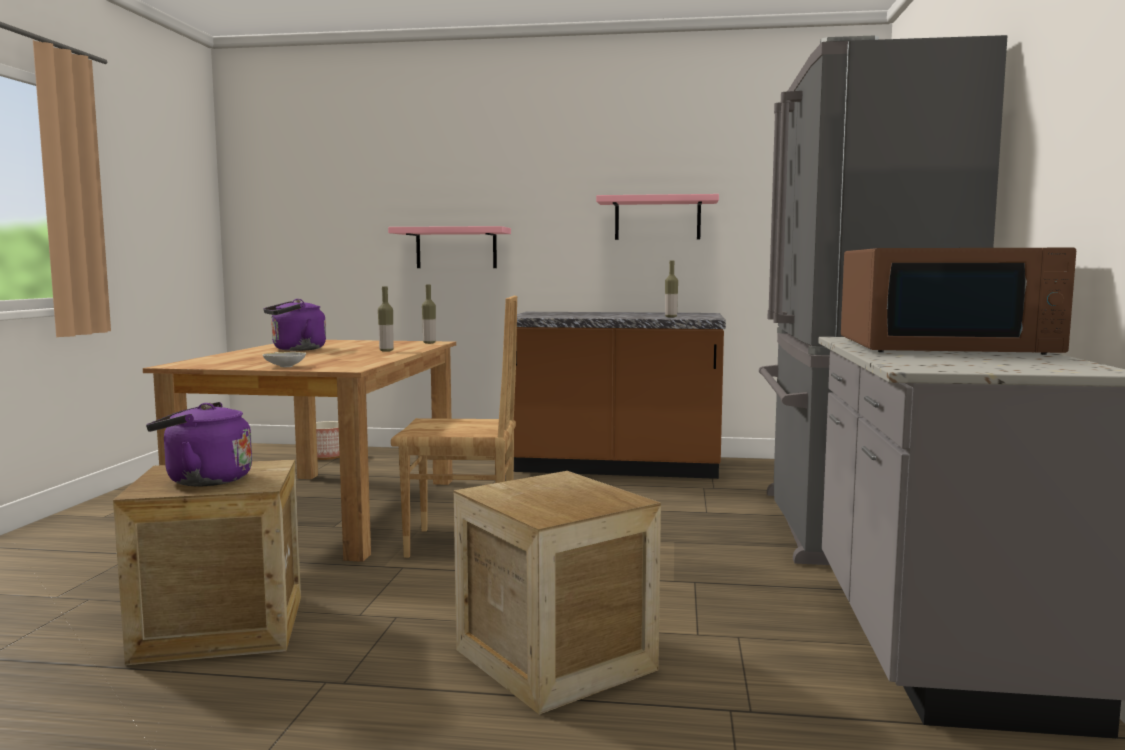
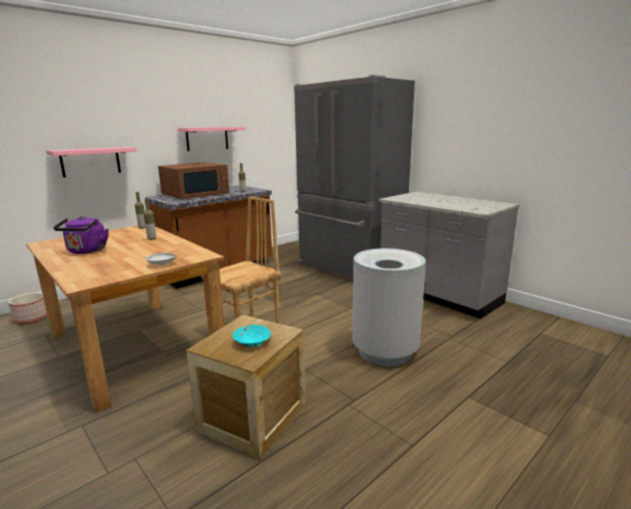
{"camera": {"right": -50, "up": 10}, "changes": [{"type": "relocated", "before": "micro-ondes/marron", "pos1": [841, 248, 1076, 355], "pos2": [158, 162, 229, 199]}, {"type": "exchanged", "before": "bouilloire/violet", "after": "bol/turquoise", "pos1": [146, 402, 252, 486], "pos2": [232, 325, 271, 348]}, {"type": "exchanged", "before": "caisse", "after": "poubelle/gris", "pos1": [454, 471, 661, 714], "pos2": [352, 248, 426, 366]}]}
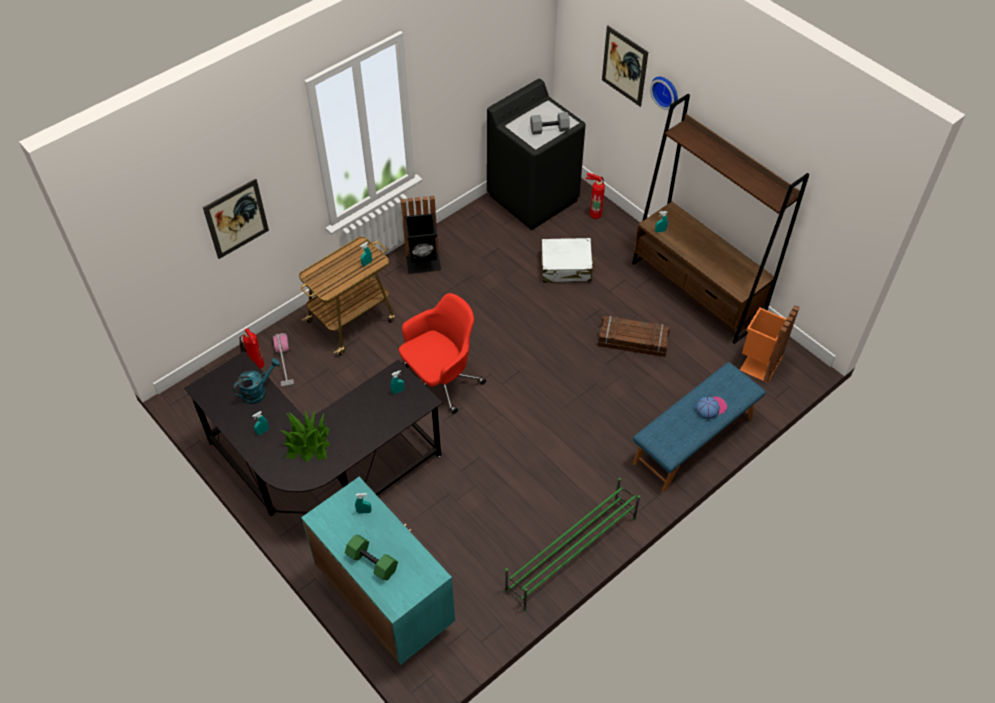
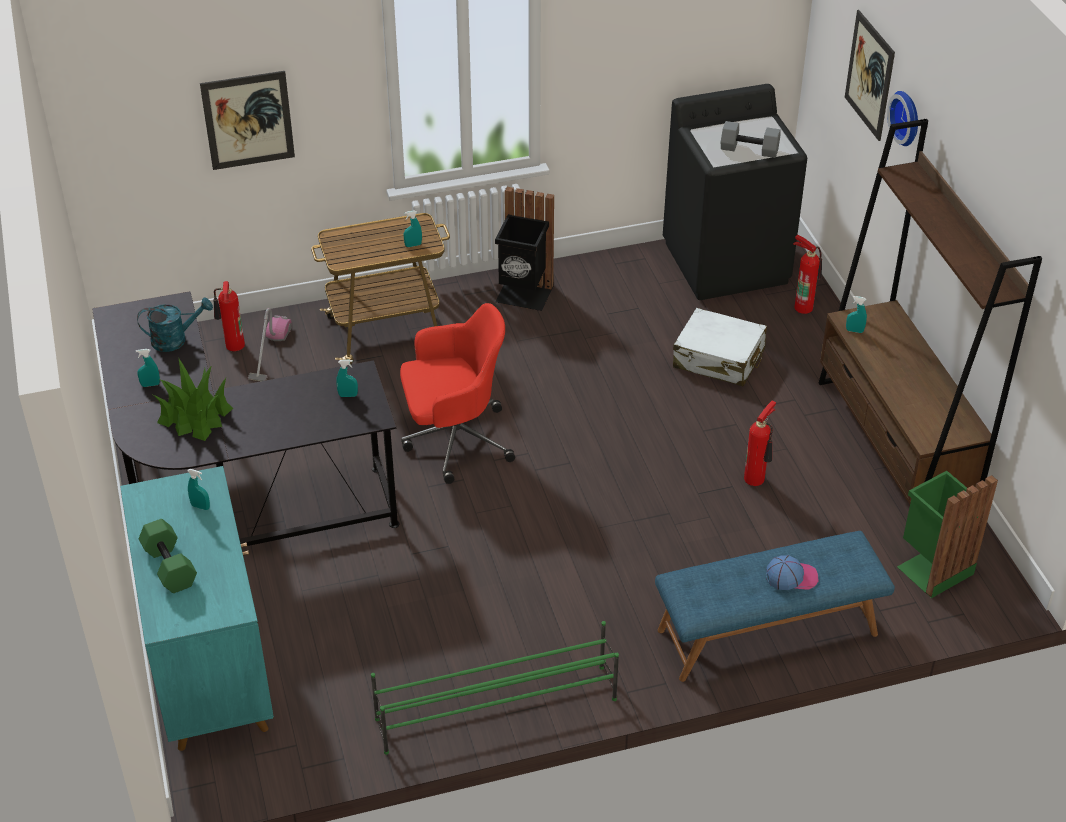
{"camera": {"right": 25, "up": -10}, "changes": [{"type": "exchanged", "before": "caisse", "after": "extincteur", "pos1": [598, 316, 670, 357], "pos2": [744, 401, 776, 486]}, {"type": "colour", "before": "poubelle/orange", "after": "poubelle/vert", "pos1": [740, 305, 800, 383], "pos2": [897, 471, 998, 598]}]}
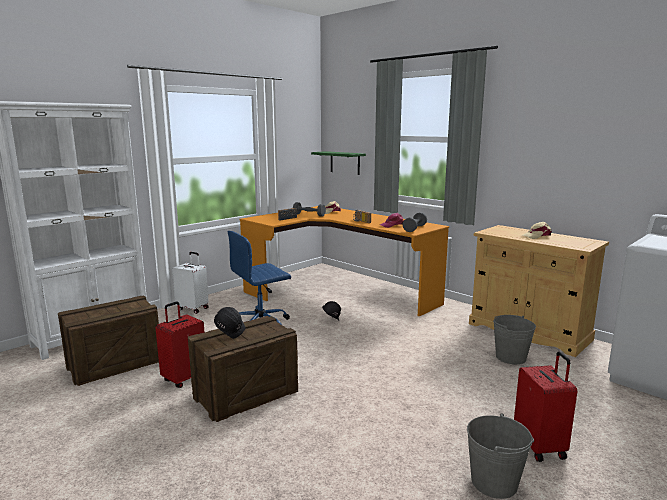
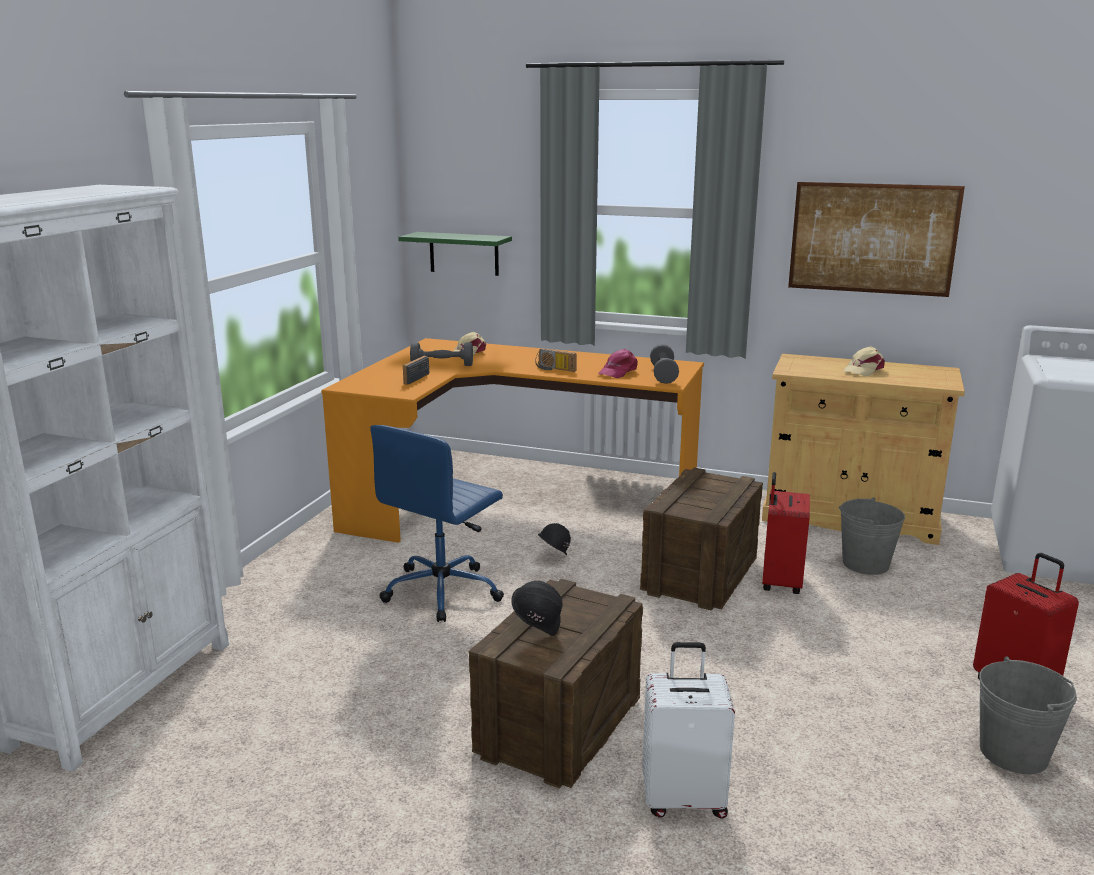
{"camera": {"right": -25, "up": 5}, "changes": [{"type": "relocated", "before": "caisse", "pos1": [58, 295, 159, 386], "pos2": [640, 468, 763, 611]}, {"type": "relocated", "before": "valise/blanc", "pos1": [172, 252, 209, 314], "pos2": [642, 642, 735, 818]}, {"type": "relocated", "before": "valise/rouge", "pos1": [156, 301, 204, 388], "pos2": [762, 472, 810, 594]}, {"type": "appeared", "after": "tableau", "pos2": [788, 182, 965, 297]}]}
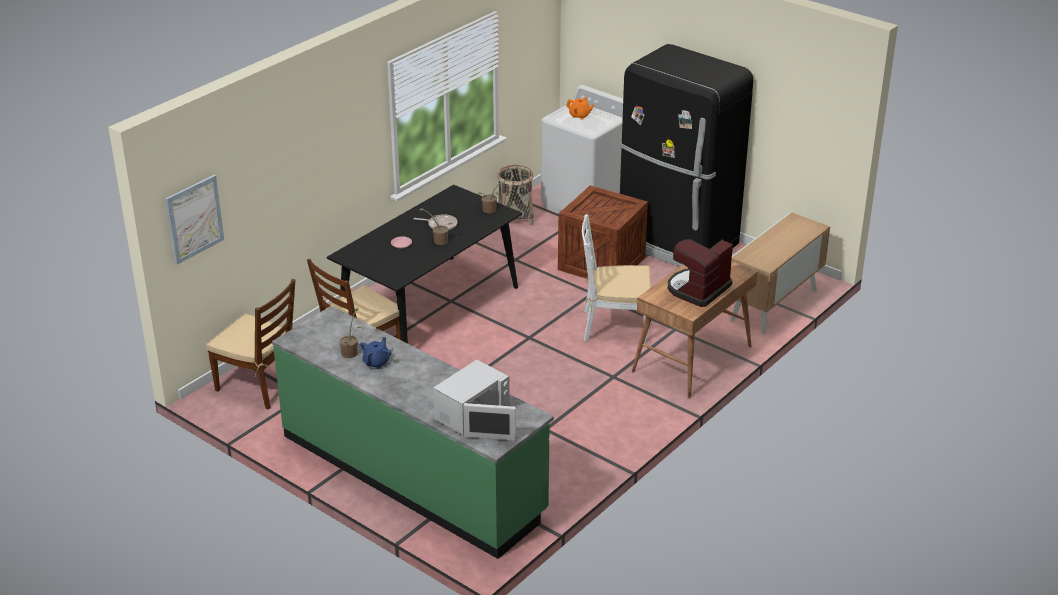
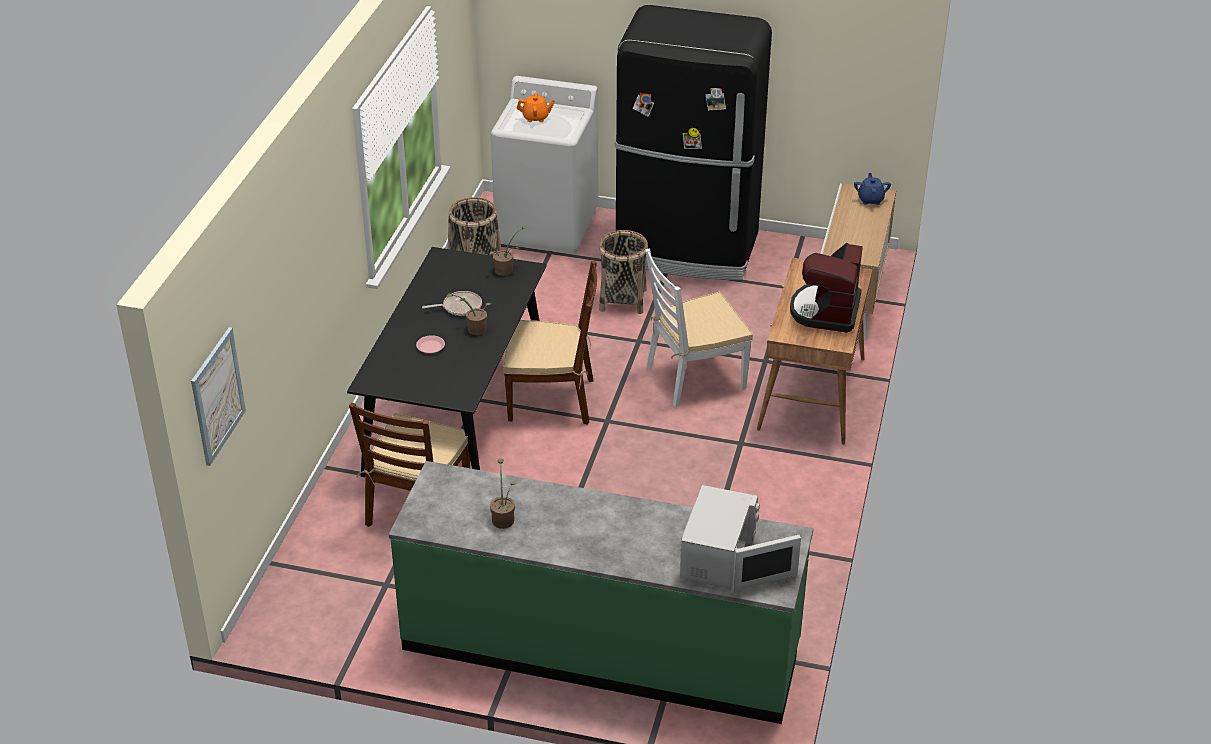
{"camera": {"right": -25, "up": 5}, "changes": [{"type": "relocated", "before": "chaise/marron", "pos1": [206, 279, 295, 410], "pos2": [503, 261, 597, 425]}, {"type": "exchanged", "before": "caisse", "after": "panier", "pos1": [558, 186, 648, 279], "pos2": [599, 230, 648, 314]}, {"type": "relocated", "before": "théière/bleu", "pos1": [360, 337, 391, 369], "pos2": [854, 173, 891, 205]}]}
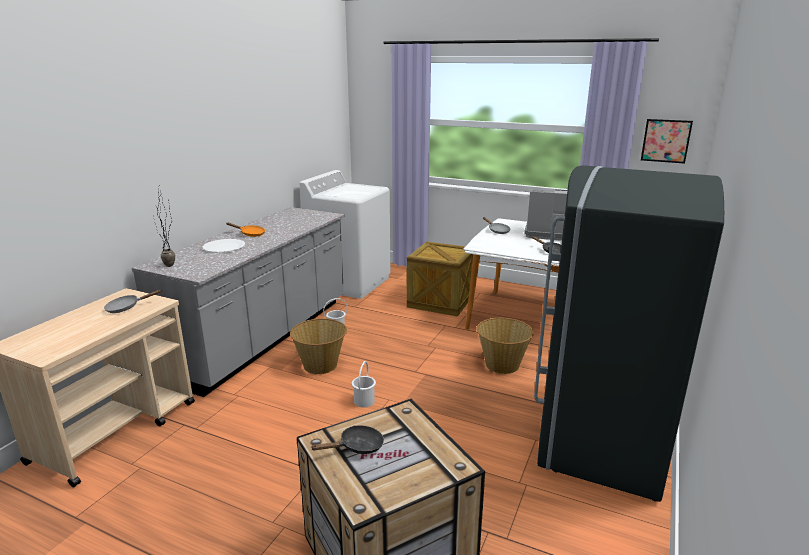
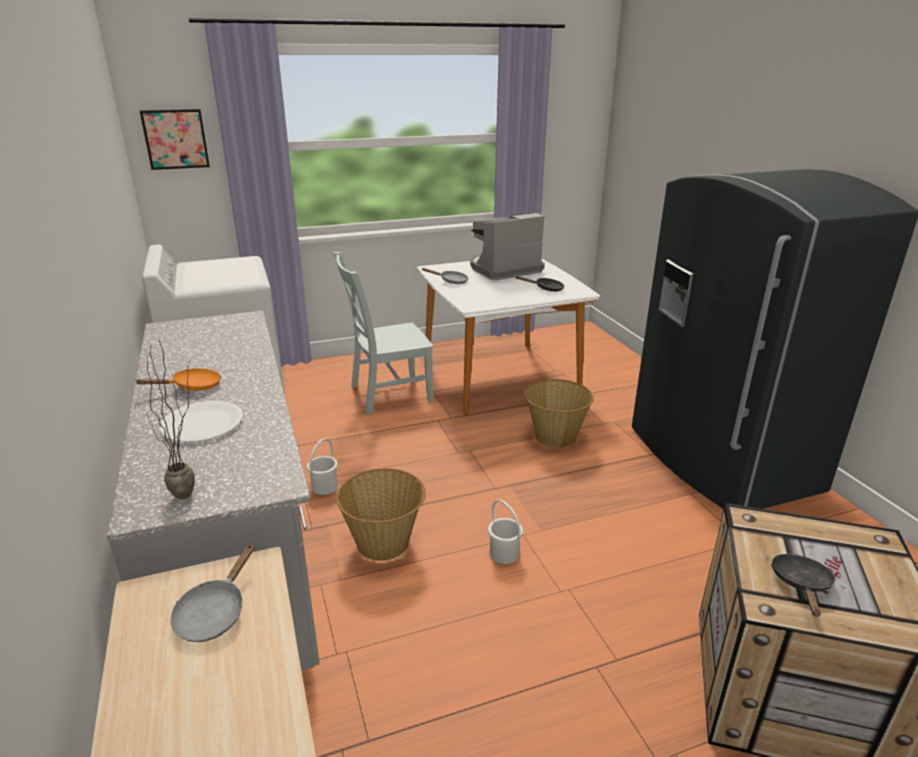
{"camera": {"right": -45, "up": 5}, "changes": [{"type": "relocated", "before": "tableau", "pos1": [641, 119, 693, 163], "pos2": [140, 109, 210, 170]}, {"type": "exchanged", "before": "caisse", "after": "chaise/gris", "pos1": [407, 241, 473, 317], "pos2": [334, 252, 433, 415]}]}
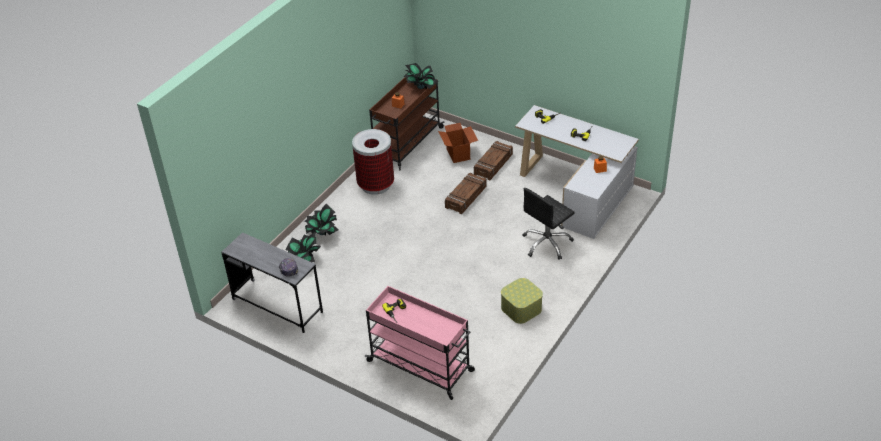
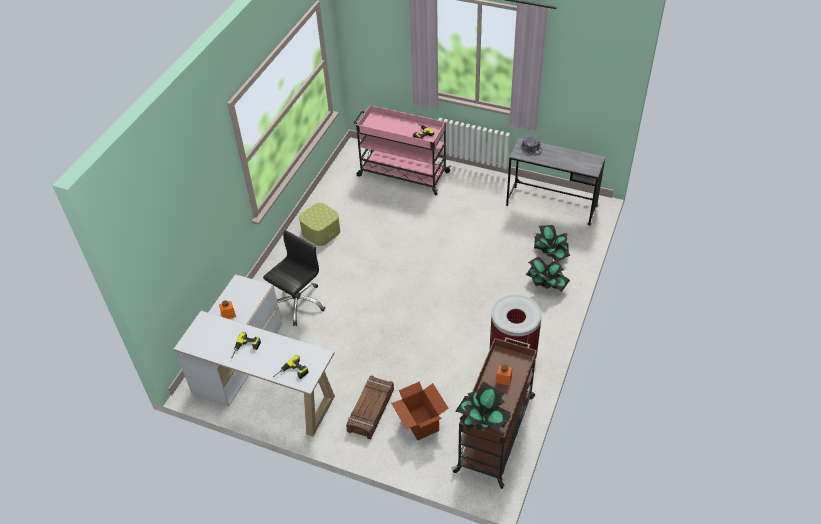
{"camera": {"right": 170, "up": 5}, "changes": [{"type": "missing", "before": "caisse", "pos1": [445, 173, 486, 214]}]}
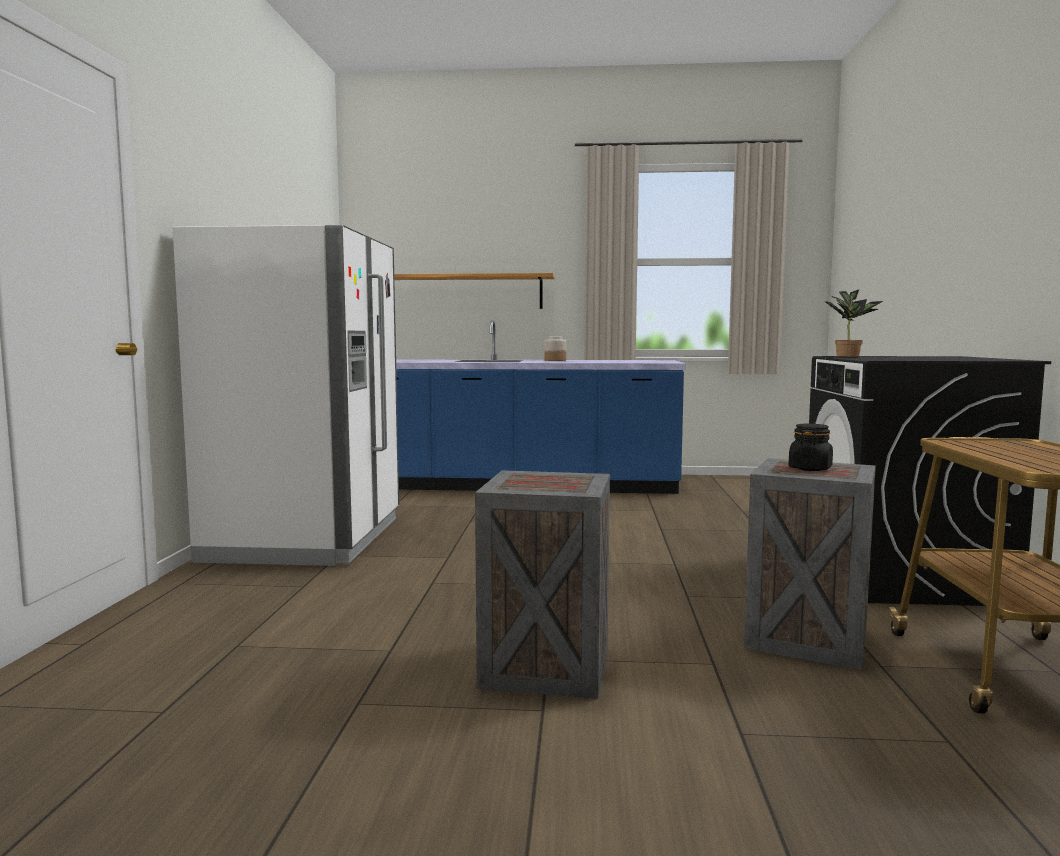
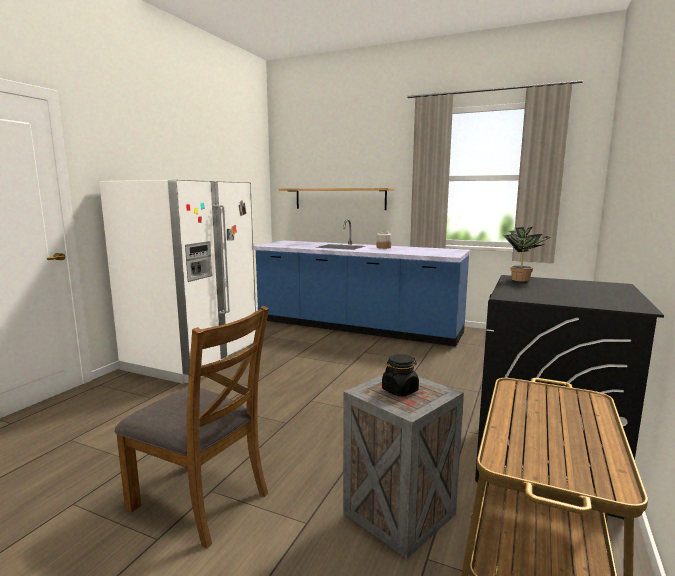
{"camera": {"right": 20, "up": 5}, "changes": [{"type": "exchanged", "before": "caisse", "after": "chaise/marron", "pos1": [475, 470, 610, 699], "pos2": [115, 306, 269, 549]}]}
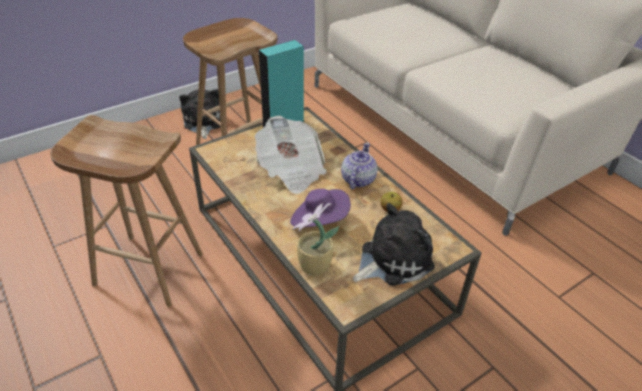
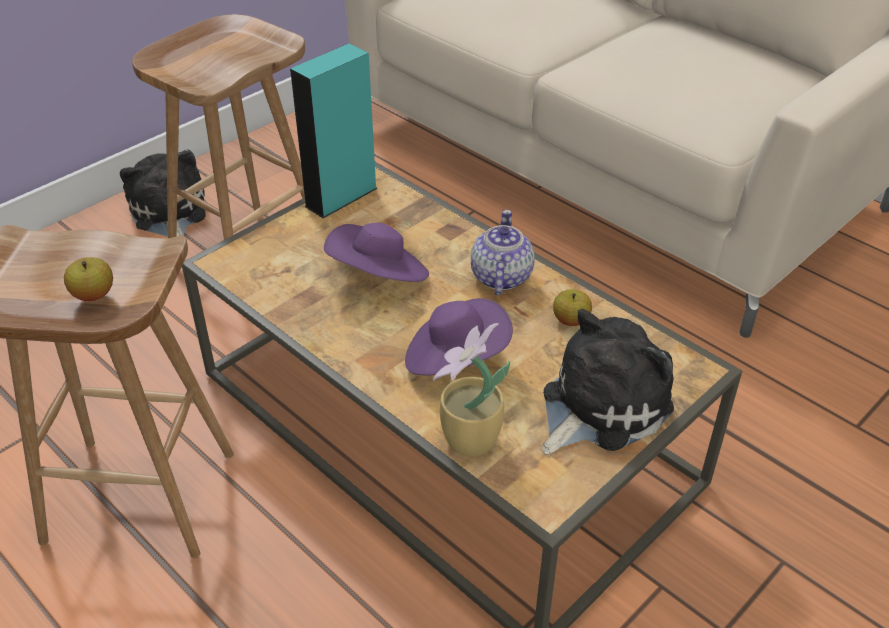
{"camera": {"right": -10, "up": 0}, "changes": [{"type": "appeared", "after": "pomme", "pos2": [64, 257, 113, 301]}, {"type": "exchanged", "before": "journal", "after": "chapeau/violet", "pos1": [255, 116, 327, 194], "pos2": [324, 223, 429, 282]}]}
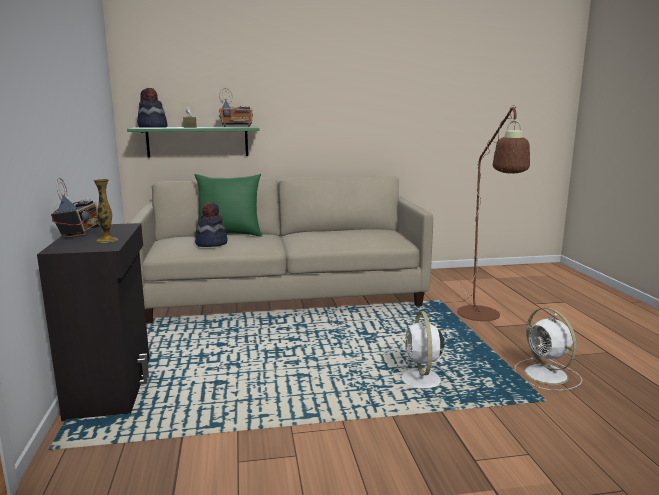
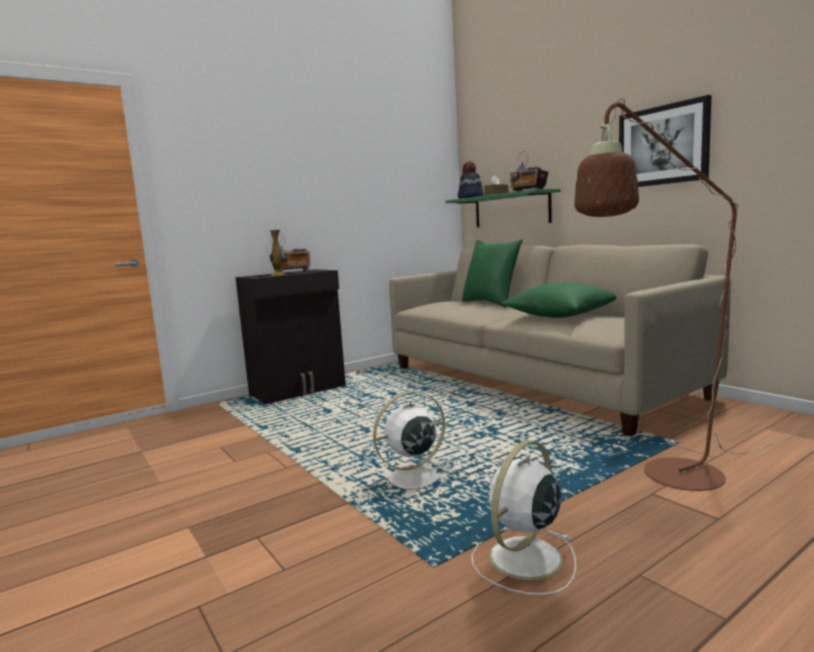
{"camera": {"right": 65, "up": -5}, "changes": [{"type": "appeared", "after": "coussin/vert", "pos2": [502, 282, 617, 318]}, {"type": "appeared", "after": "tableau", "pos2": [619, 95, 711, 187]}, {"type": "missing", "before": "chapeau", "pos1": [195, 203, 228, 247]}]}
